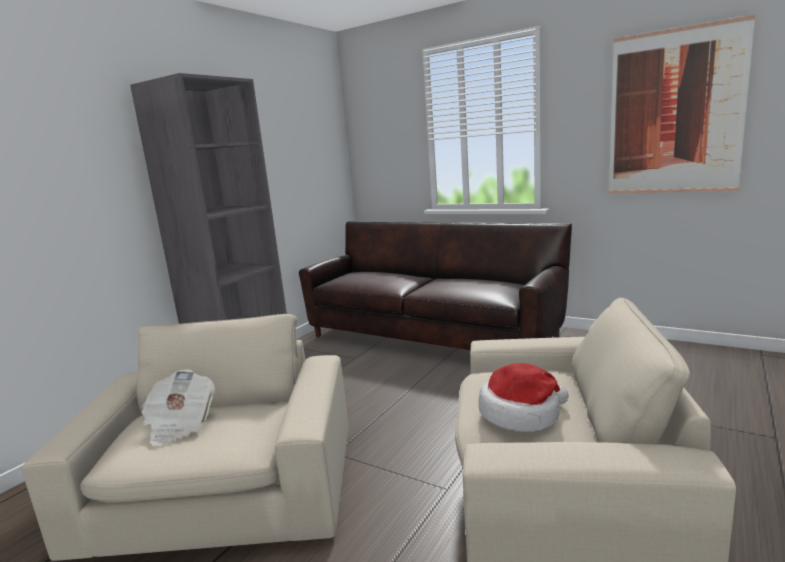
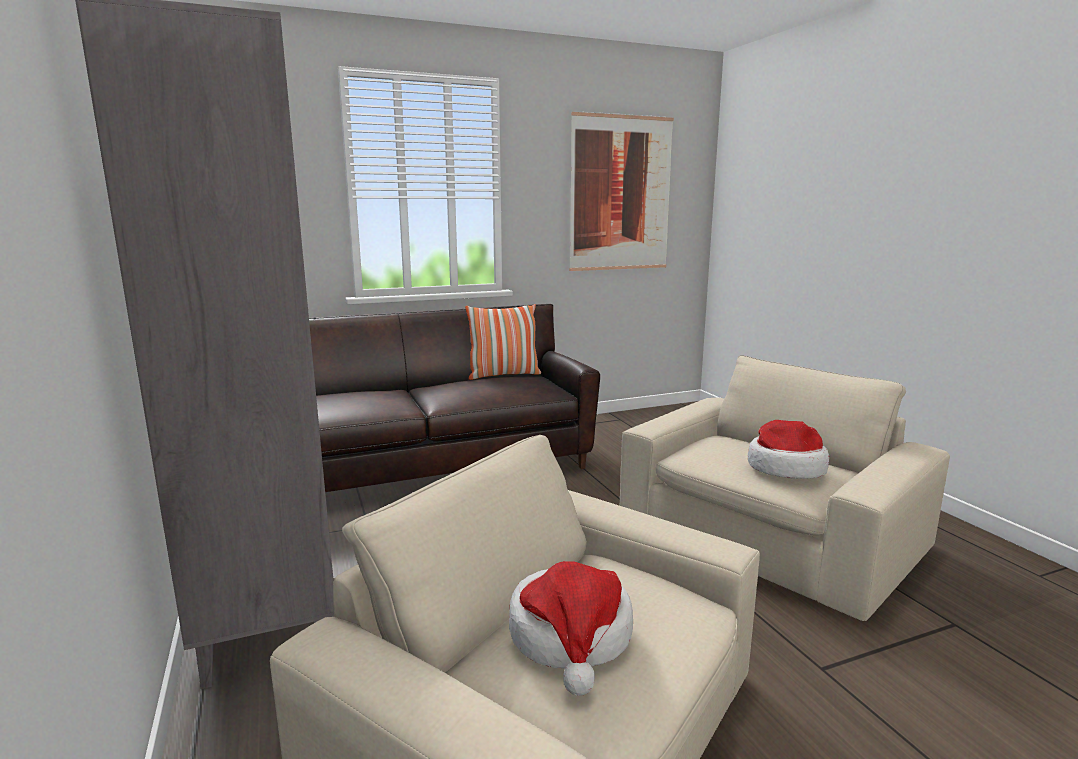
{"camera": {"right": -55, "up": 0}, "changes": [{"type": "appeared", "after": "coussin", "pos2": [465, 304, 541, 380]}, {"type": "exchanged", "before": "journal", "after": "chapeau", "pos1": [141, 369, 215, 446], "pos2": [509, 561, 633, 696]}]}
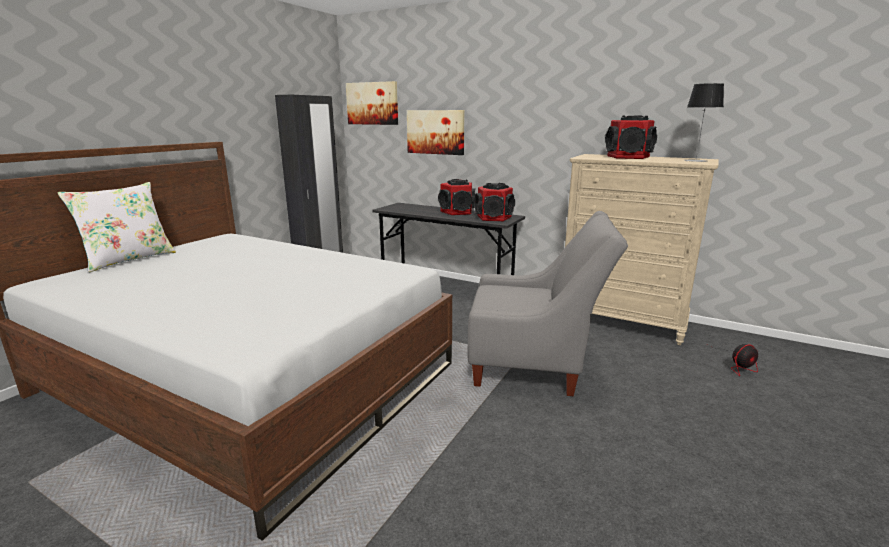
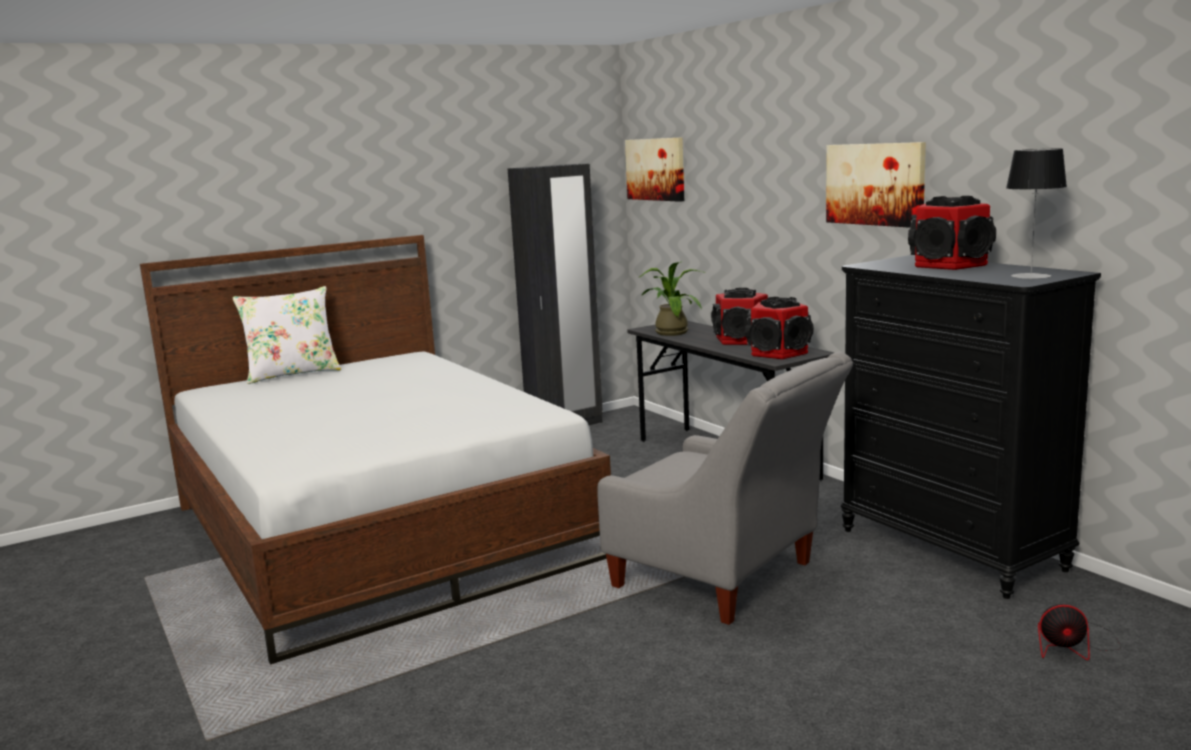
{"camera": {"right": 30, "up": -5}, "changes": [{"type": "appeared", "after": "plante en pot", "pos2": [640, 261, 705, 336]}, {"type": "relocated", "before": "tableau", "pos1": [407, 110, 465, 155], "pos2": [826, 142, 926, 228]}, {"type": "colour", "before": "commode/beige", "after": "commode/noir", "pos1": [565, 154, 719, 345], "pos2": [841, 255, 1101, 599]}]}
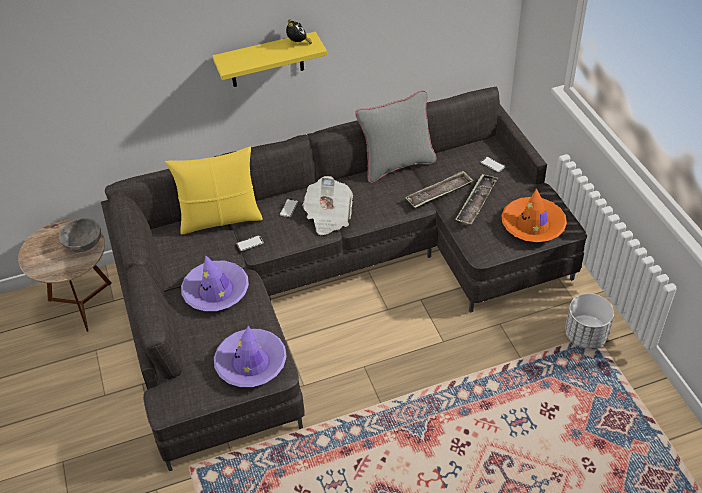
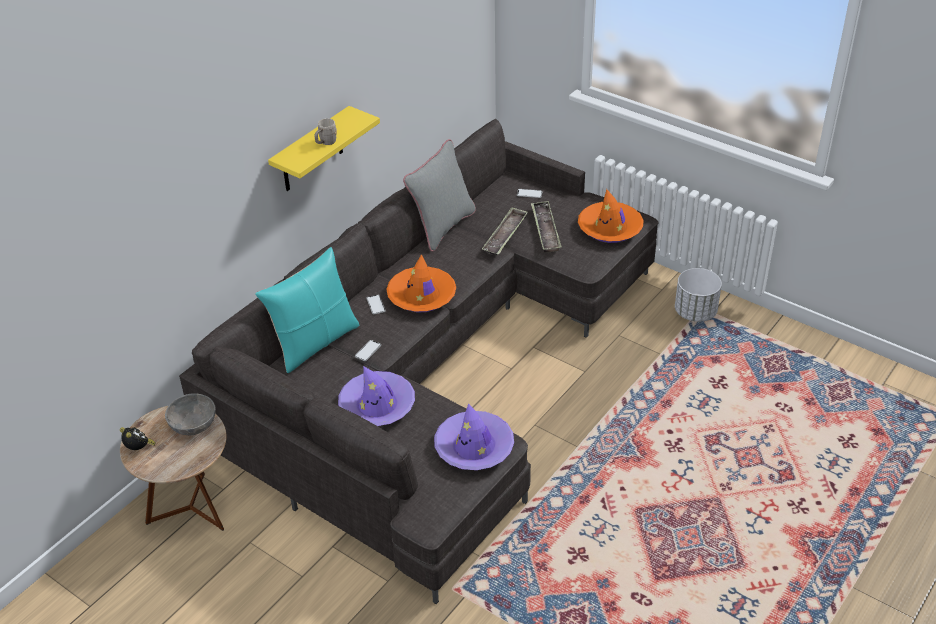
{"camera": {"right": -35, "up": -5}, "changes": [{"type": "relocated", "before": "réveil", "pos1": [286, 19, 312, 45], "pos2": [120, 427, 156, 450]}, {"type": "colour", "before": "coussin/jaune", "after": "coussin/turquoise", "pos1": [165, 147, 263, 234], "pos2": [255, 247, 359, 373]}, {"type": "appeared", "after": "mug/gris", "pos2": [314, 118, 337, 145]}, {"type": "exchanged", "before": "journal", "after": "chapeau/orange", "pos1": [303, 176, 353, 235], "pos2": [386, 254, 456, 312]}]}
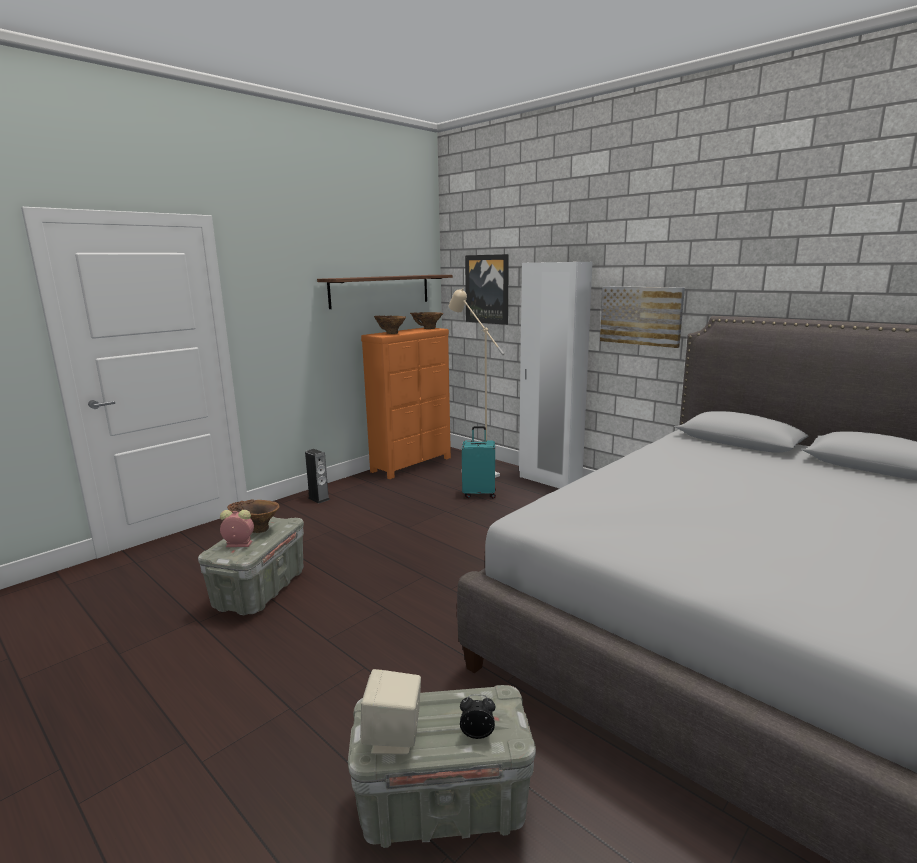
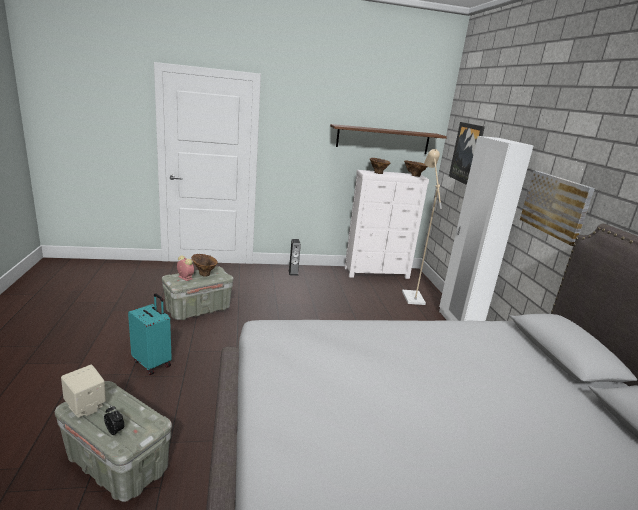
{"camera": {"right": 35, "up": 5}, "changes": [{"type": "relocated", "before": "valise/turquoise", "pos1": [462, 426, 496, 498], "pos2": [128, 293, 172, 375]}, {"type": "colour", "before": "commode/orange", "after": "commode/blanc", "pos1": [361, 328, 451, 479], "pos2": [345, 170, 429, 279]}]}
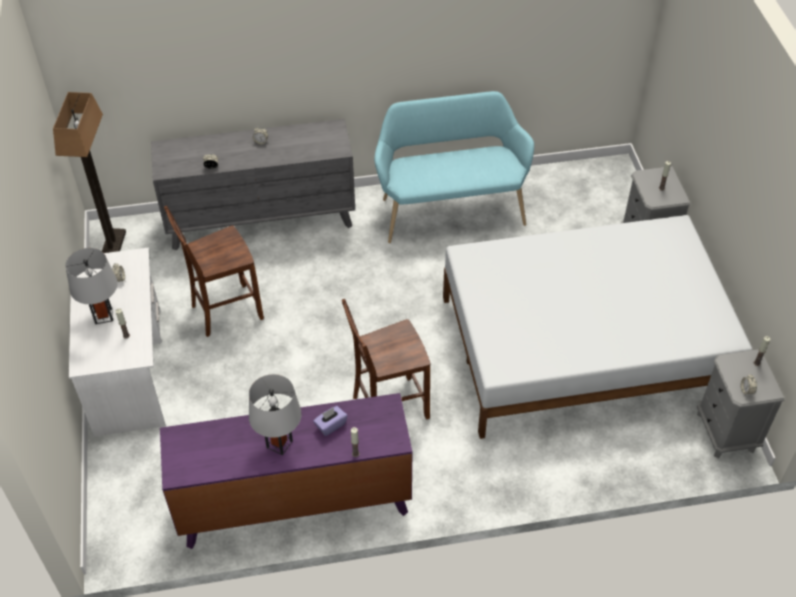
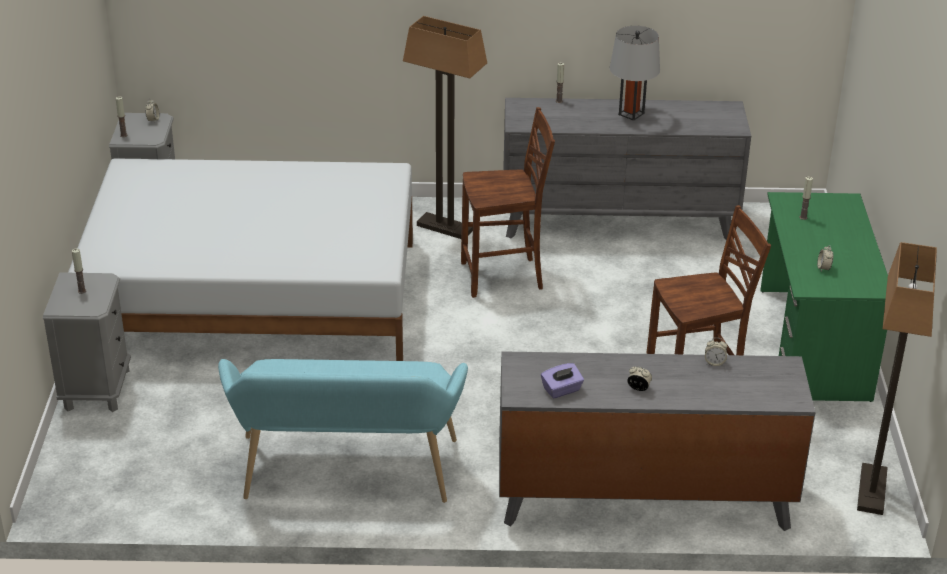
{"camera": {"right": -170, "up": -15}, "changes": [{"type": "appeared", "after": "lampadaire", "pos2": [403, 16, 487, 239]}, {"type": "colour", "before": "commode/violet", "after": "commode/gris", "pos1": [160, 393, 412, 549], "pos2": [503, 98, 751, 240]}, {"type": "relocated", "before": "boîte à mouchoirs/violet", "pos1": [313, 406, 347, 436], "pos2": [541, 363, 584, 399]}, {"type": "colour", "before": "bureau/blanc", "after": "bureau/vert", "pos1": [69, 247, 166, 436], "pos2": [760, 192, 888, 402]}, {"type": "missing", "before": "lampe de table/gris", "pos1": [65, 248, 118, 324]}]}
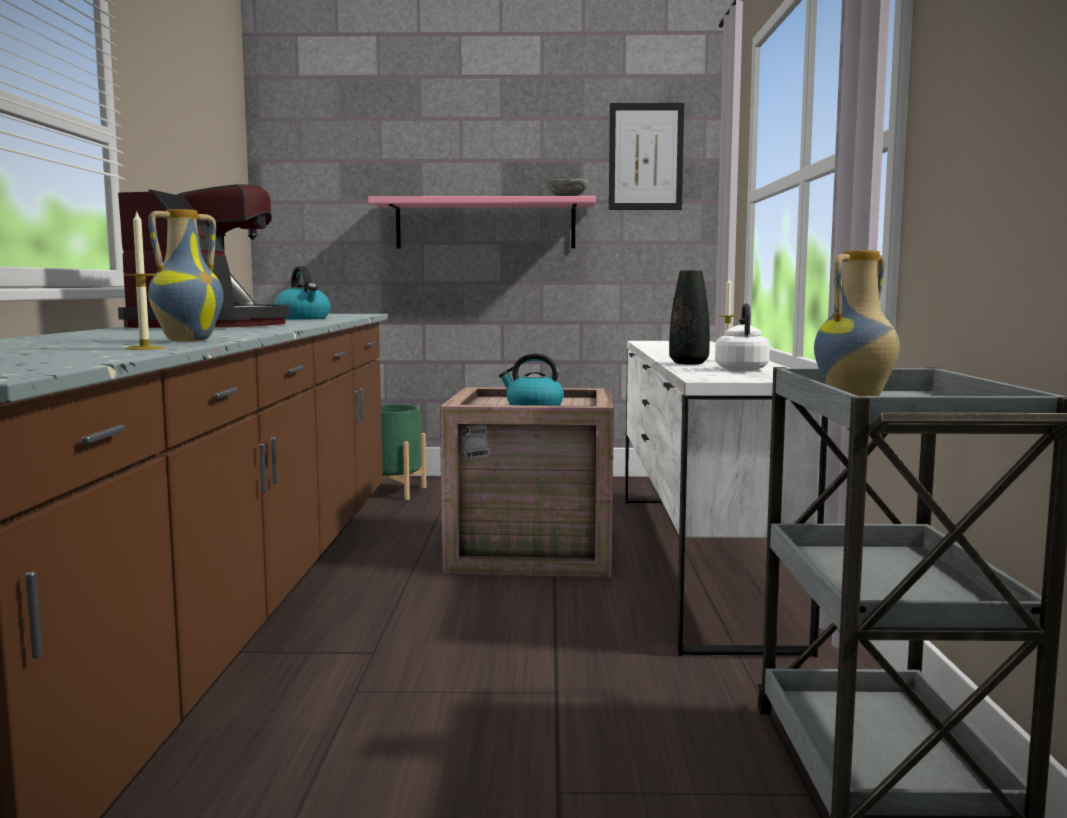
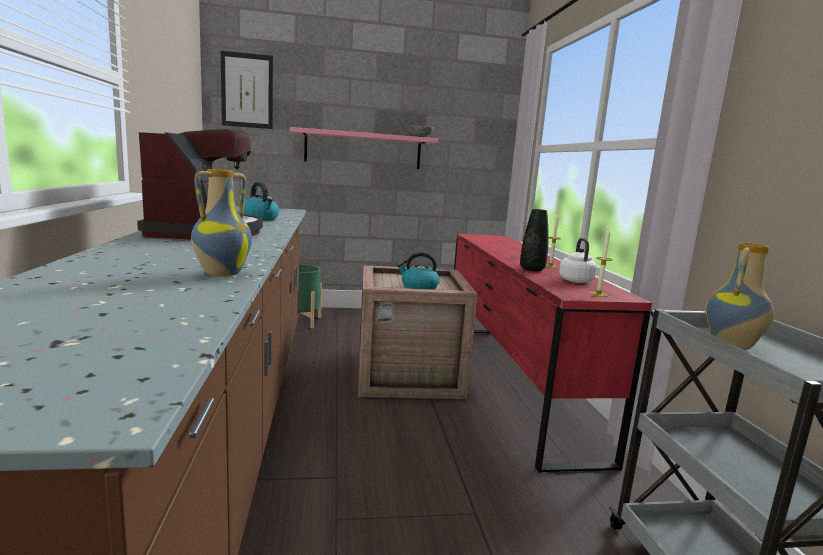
{"camera": {"right": -10, "up": 5}, "changes": [{"type": "relocated", "before": "tableau", "pos1": [609, 103, 684, 210], "pos2": [221, 51, 273, 129]}, {"type": "colour", "before": "commode/blanc", "after": "commode/rouge", "pos1": [625, 341, 828, 657], "pos2": [454, 234, 652, 473]}, {"type": "relocated", "before": "bougie", "pos1": [124, 210, 164, 350], "pos2": [589, 229, 612, 297]}]}
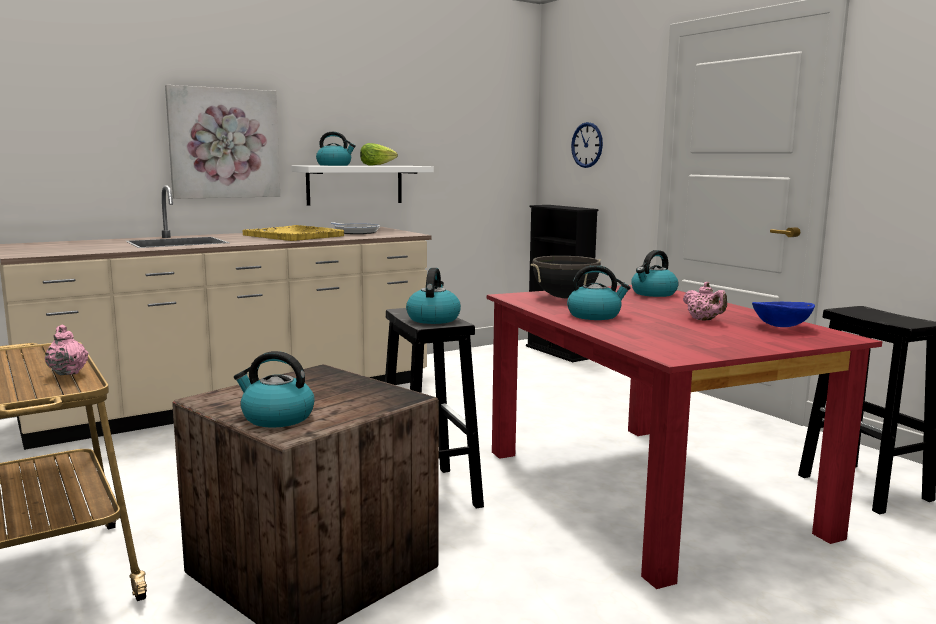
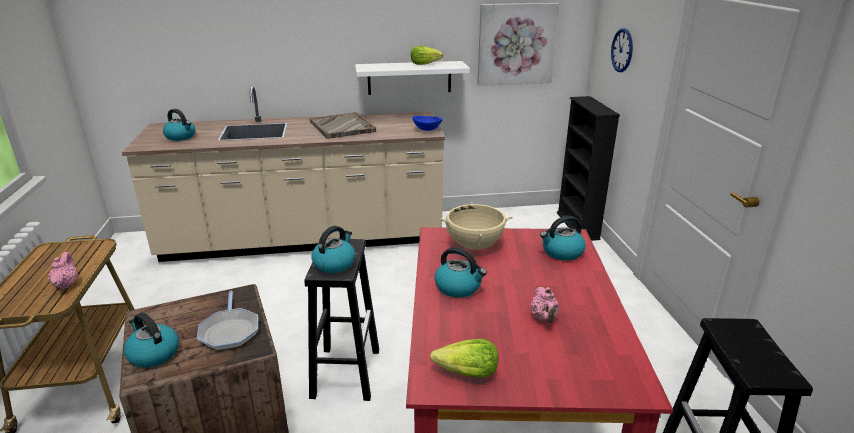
{"camera": {"right": 25, "up": 15}, "changes": [{"type": "relocated", "before": "bouilloire", "pos1": [316, 132, 356, 166], "pos2": [163, 109, 195, 141]}, {"type": "relocated", "before": "poêle", "pos1": [331, 222, 380, 234], "pos2": [197, 291, 258, 350]}, {"type": "colour", "before": "plateau/jaune", "after": "plateau/gris", "pos1": [242, 225, 344, 241], "pos2": [310, 112, 376, 139]}, {"type": "relocated", "before": "bol/bleu", "pos1": [752, 302, 815, 327], "pos2": [412, 116, 443, 131]}, {"type": "appeared", "after": "laitue", "pos2": [430, 339, 498, 378]}, {"type": "colour", "before": "marmite/noir", "after": "marmite/beige", "pos1": [530, 256, 601, 298], "pos2": [439, 202, 513, 250]}, {"type": "relocated", "before": "tableau", "pos1": [165, 85, 280, 199], "pos2": [477, 3, 559, 86]}]}
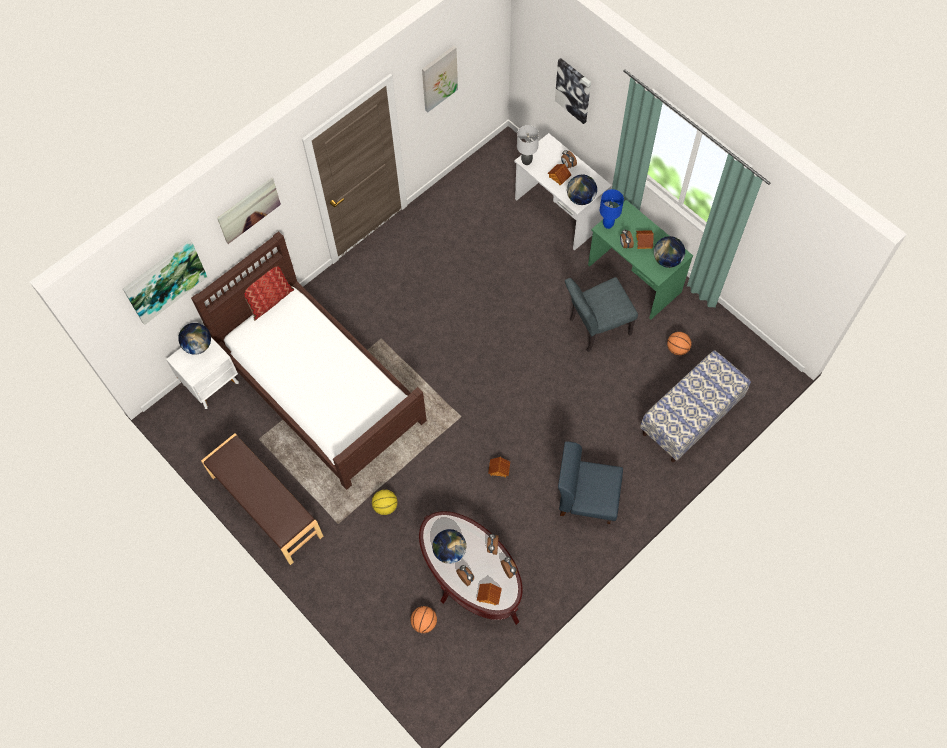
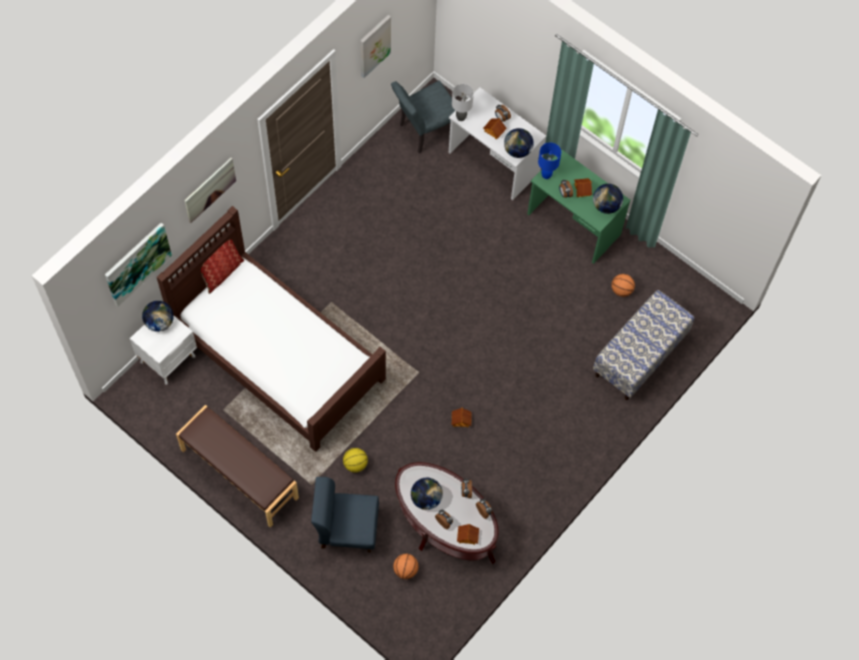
{"camera": {"right": -10, "up": 0}, "changes": [{"type": "relocated", "before": "chaise/bleu", "pos1": [558, 441, 623, 524], "pos2": [311, 477, 379, 552]}, {"type": "relocated", "before": "chaise/gris", "pos1": [565, 277, 638, 352], "pos2": [391, 81, 456, 153]}, {"type": "missing", "before": "tableau", "pos1": [555, 58, 591, 124]}]}
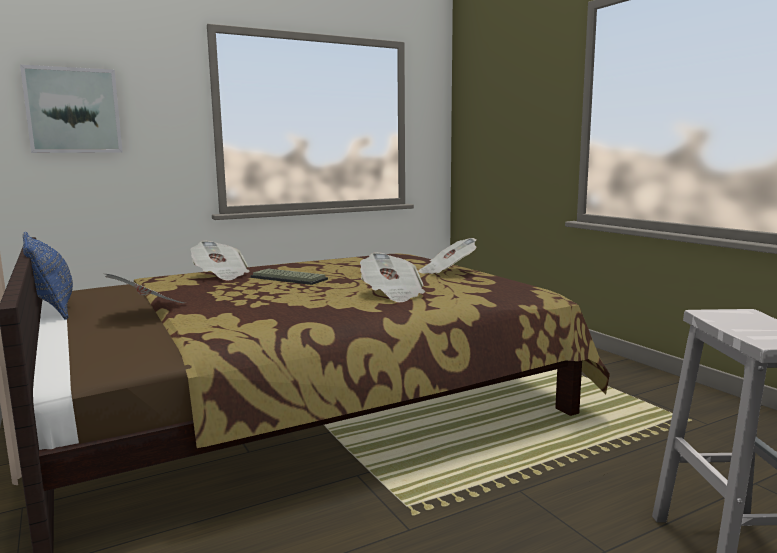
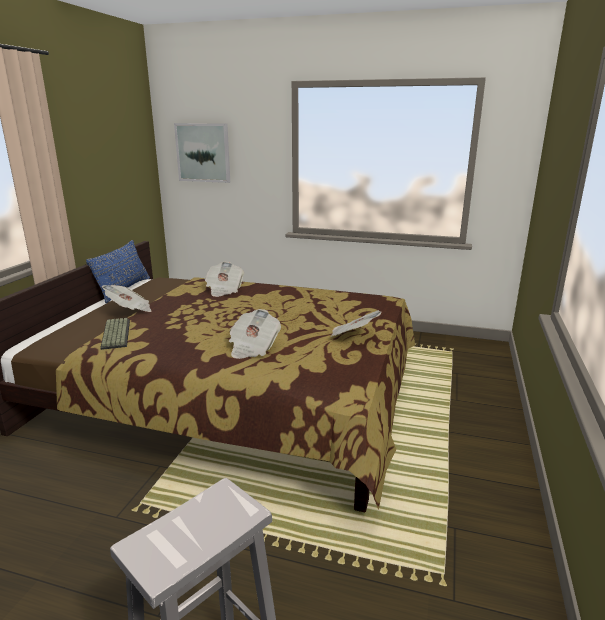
{"camera": {"right": 45, "up": 10}, "changes": [{"type": "relocated", "before": "clavier", "pos1": [251, 269, 328, 285], "pos2": [100, 318, 130, 350]}]}
